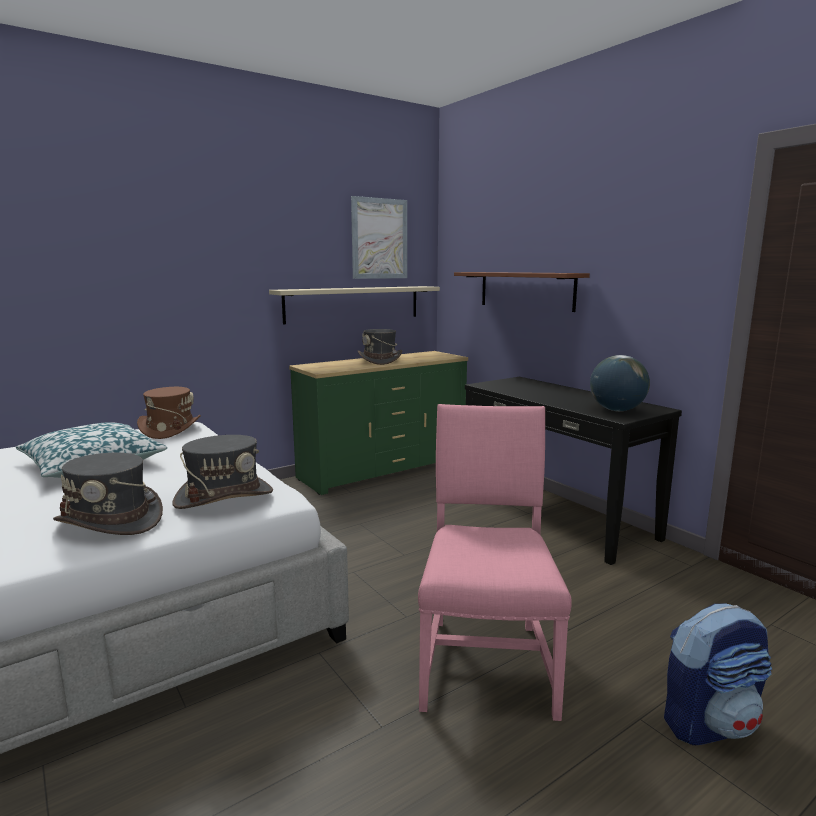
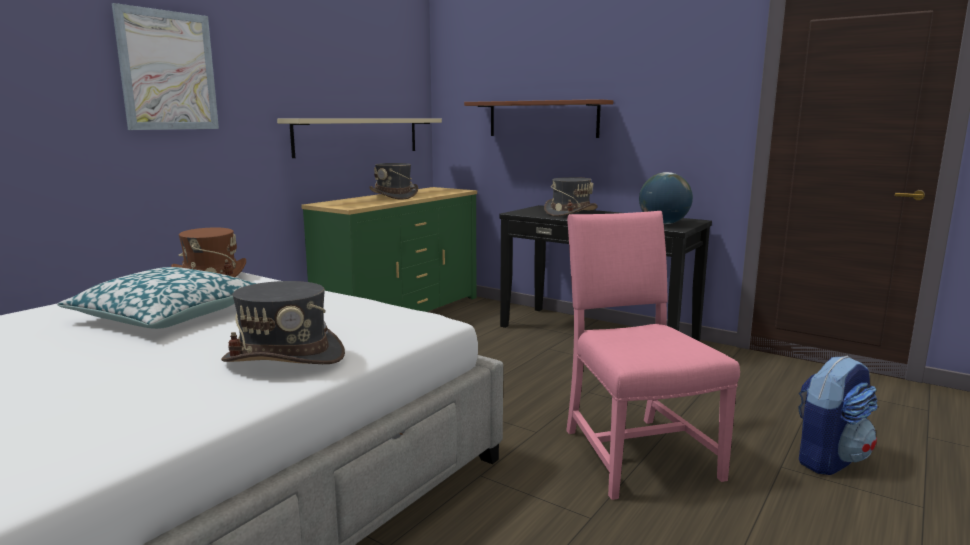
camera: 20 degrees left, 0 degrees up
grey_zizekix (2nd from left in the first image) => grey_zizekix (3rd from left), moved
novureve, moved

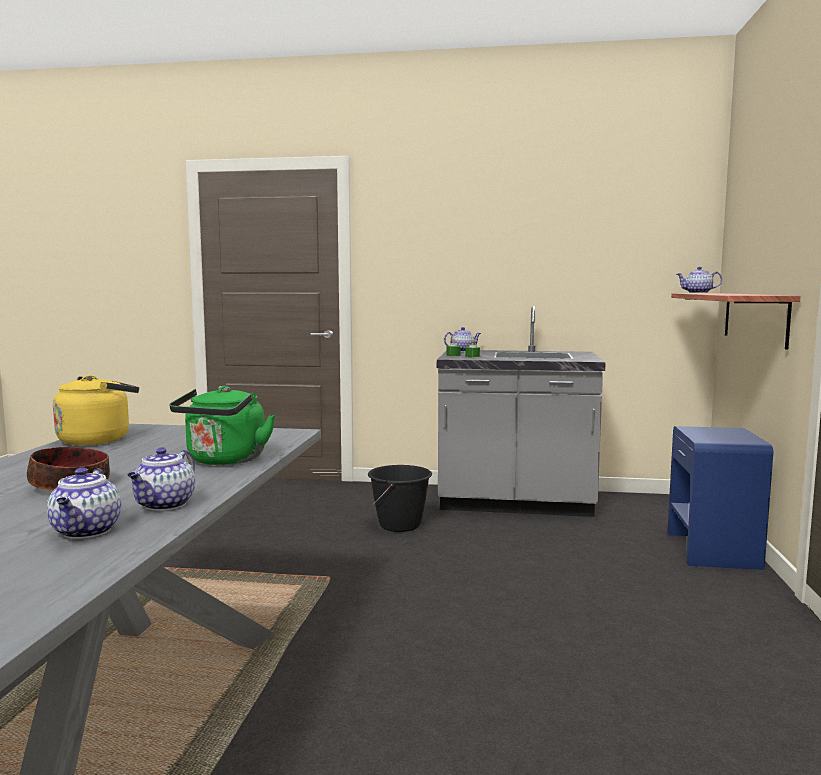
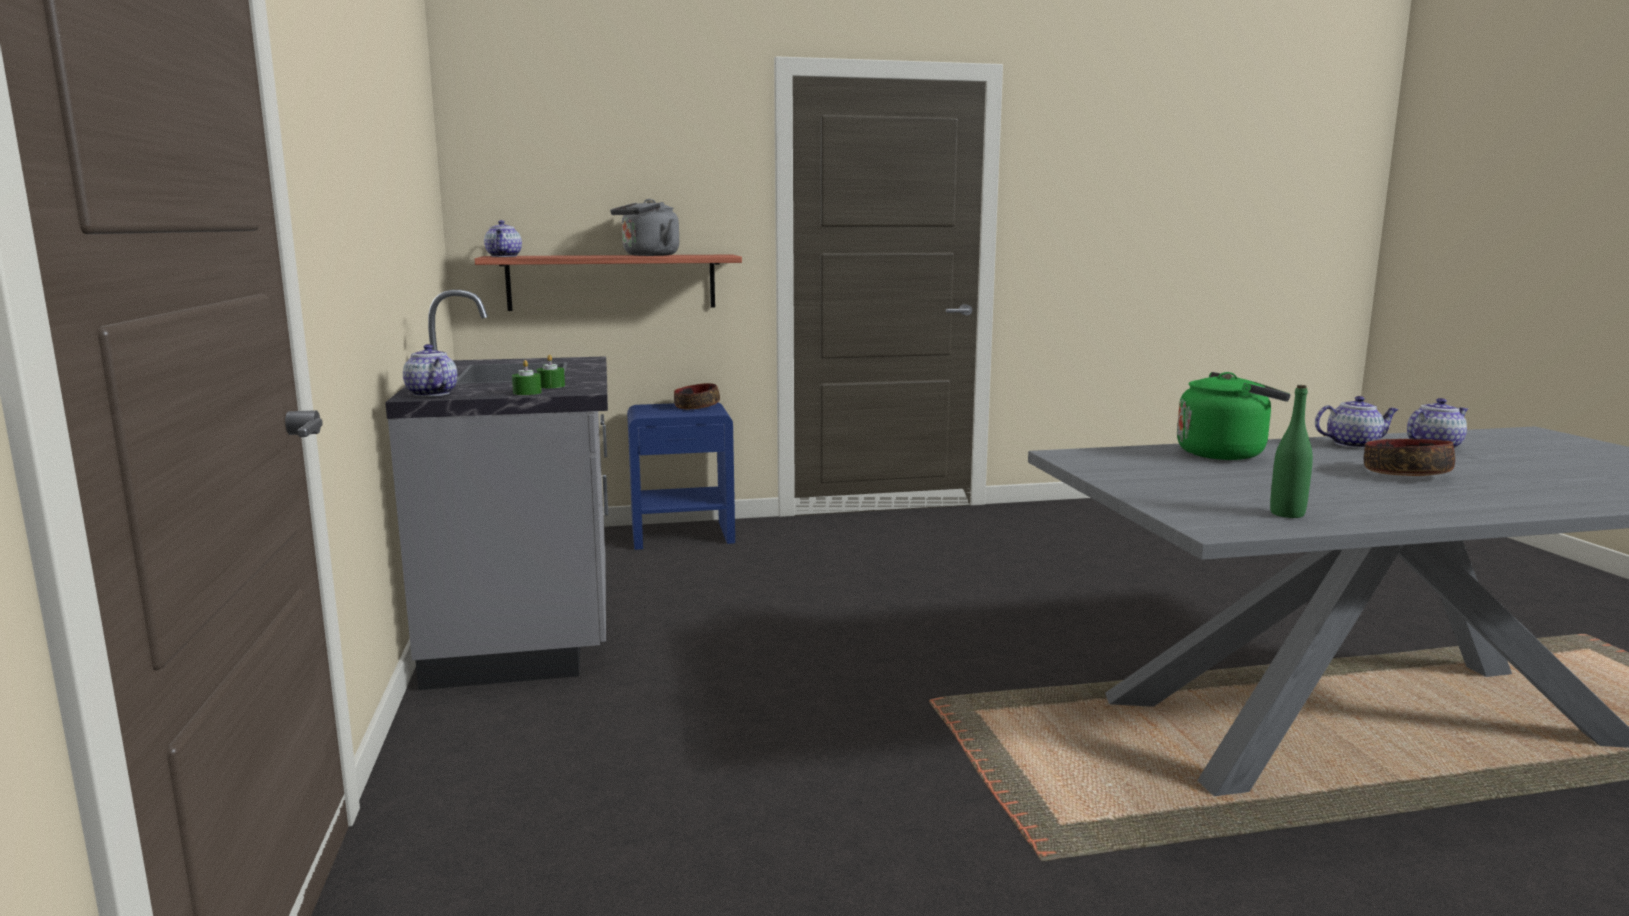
camera: 110 degrees left, 5 degrees up
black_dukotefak => nothing
nothing => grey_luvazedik
nothing => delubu (1st from left)
yellow_luvazedik => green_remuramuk

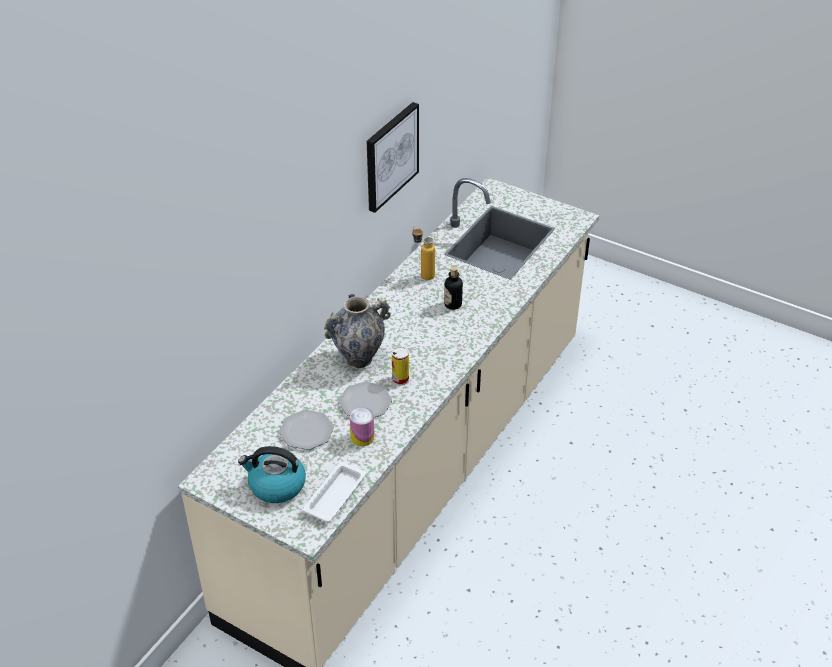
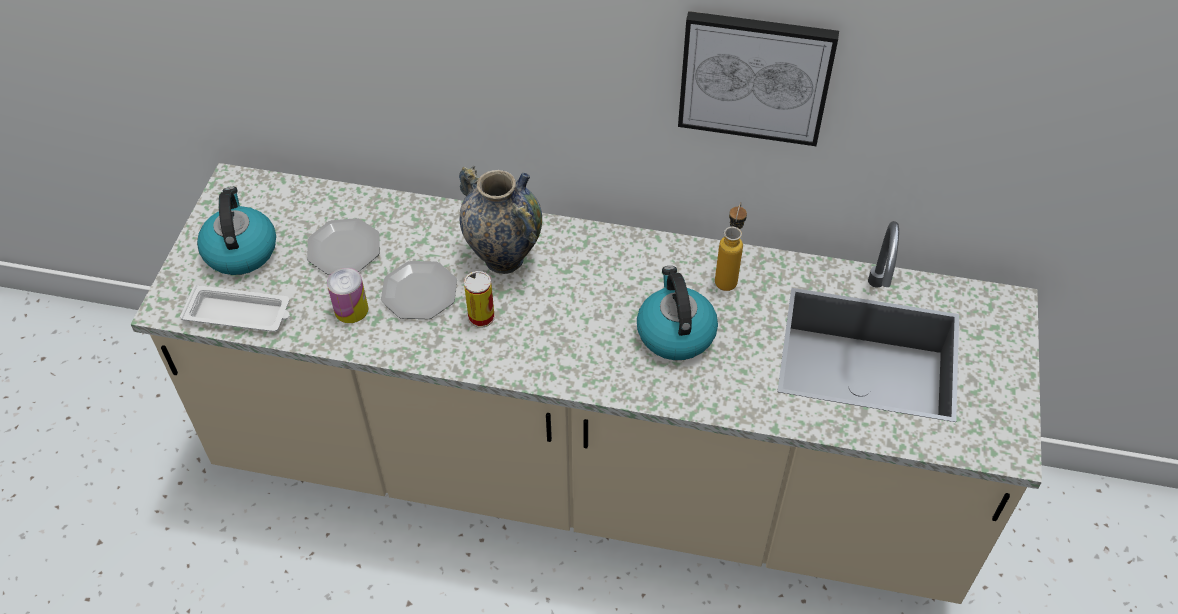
camera: 70 degrees right, 10 degrees up
remuramuk (2nd from left) => luvazedik (2nd from left)

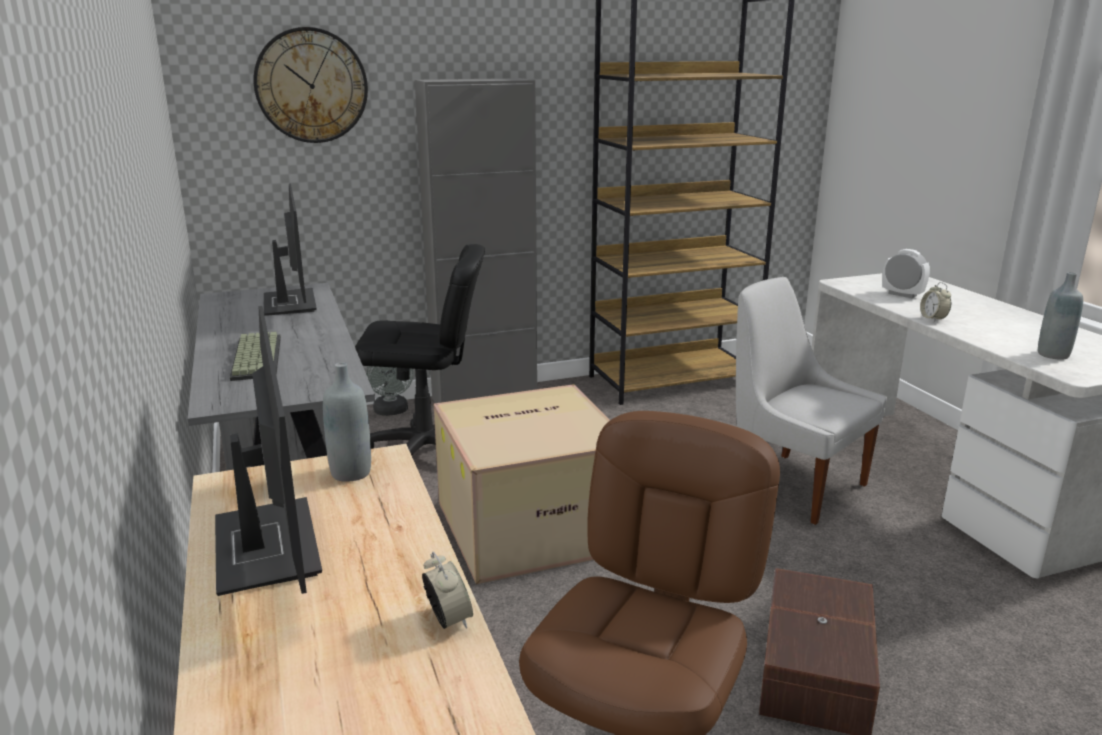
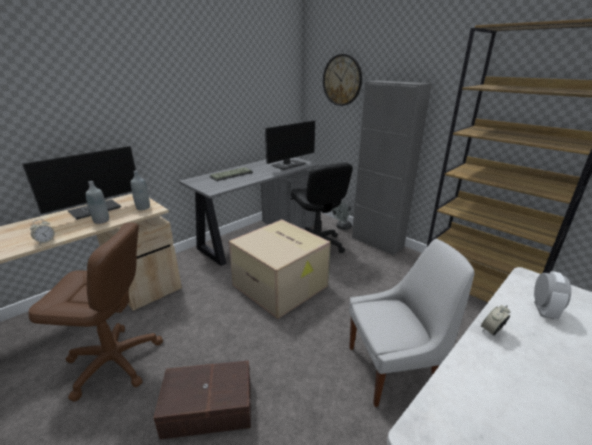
camera: 65 degrees right, 5 degrees up
grey_remuramuk (2nd from left in the first image) => grey_remuramuk (1st from left), moved
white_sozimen, 60 degrees clockwise

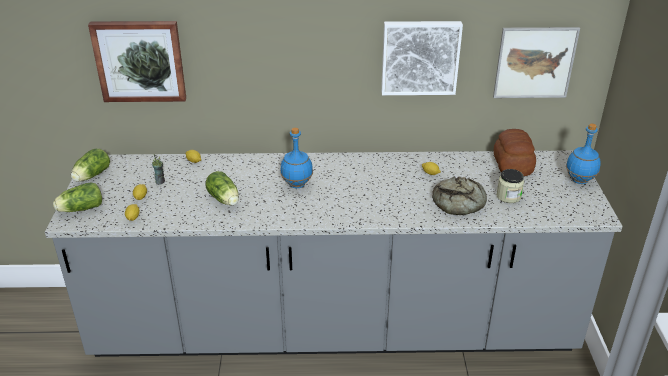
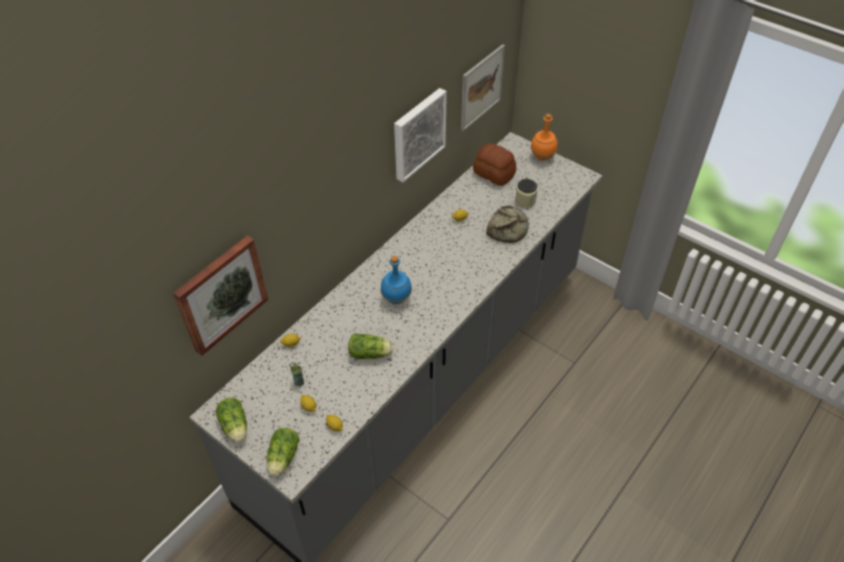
camera: 50 degrees left, 15 degrees up
blue_remuramuk (2nd from left) => orange_remuramuk

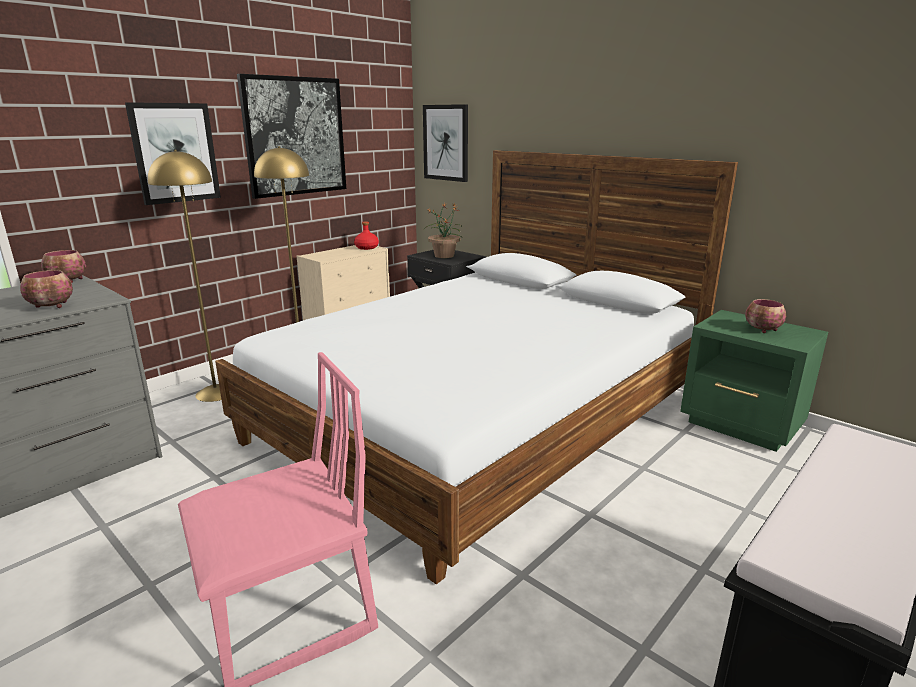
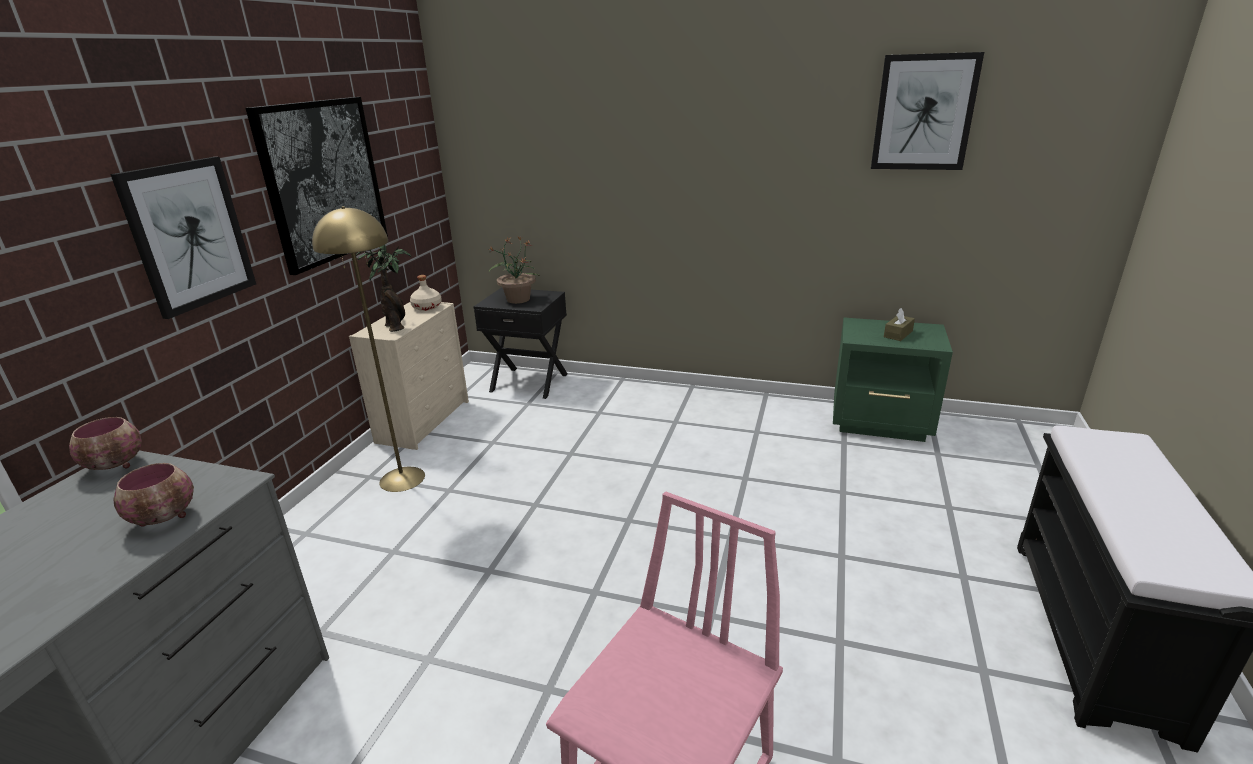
camera: 25 degrees left, 5 degrees up
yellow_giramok (1st from left) => nothing
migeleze => nothing
nothing => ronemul (1st from left)
novureve (3rd from left), moved
delubu (3rd from left) => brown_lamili
red_remuramuk => beige_remuramuk

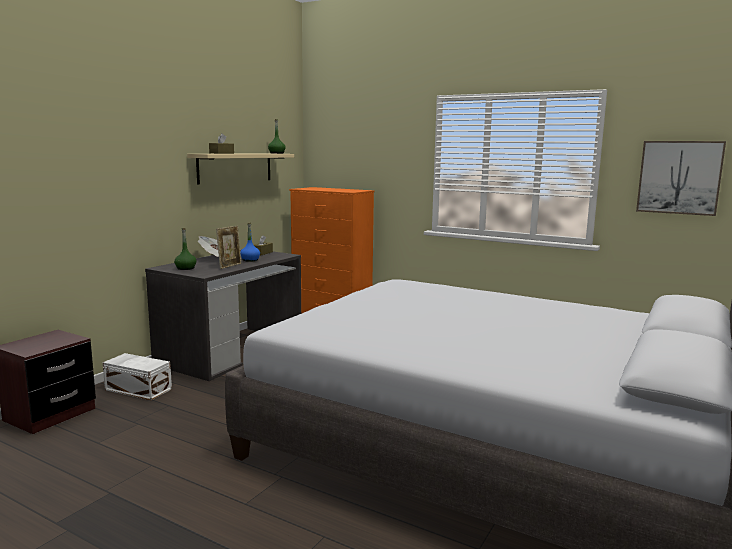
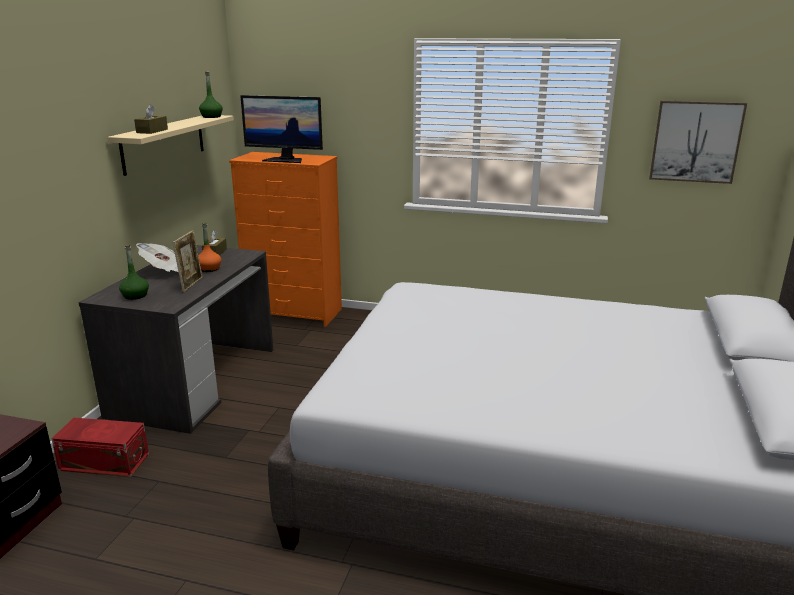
camera: 15 degrees left, 10 degrees up
nothing => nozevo
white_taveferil => red_taveferil
blue_remuramuk => orange_remuramuk

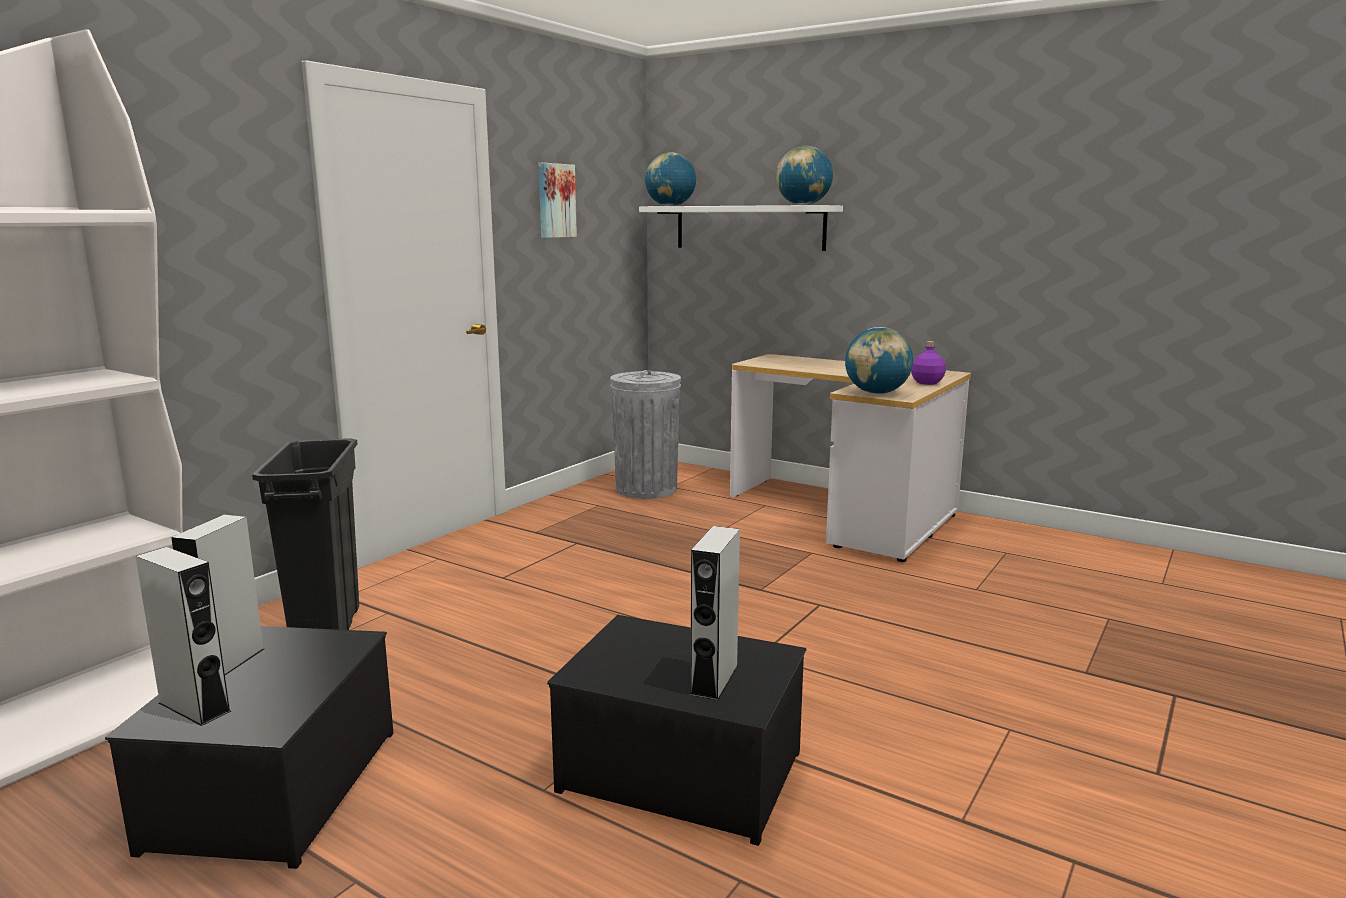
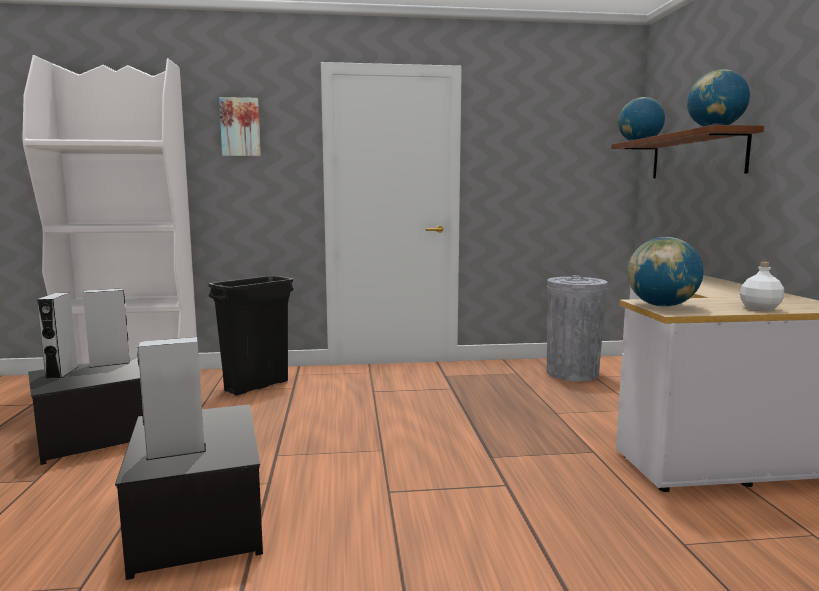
camera: 50 degrees right, 5 degrees down
novureve, moved
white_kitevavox => brown_kitevavox
purple_remuramuk => white_remuramuk

